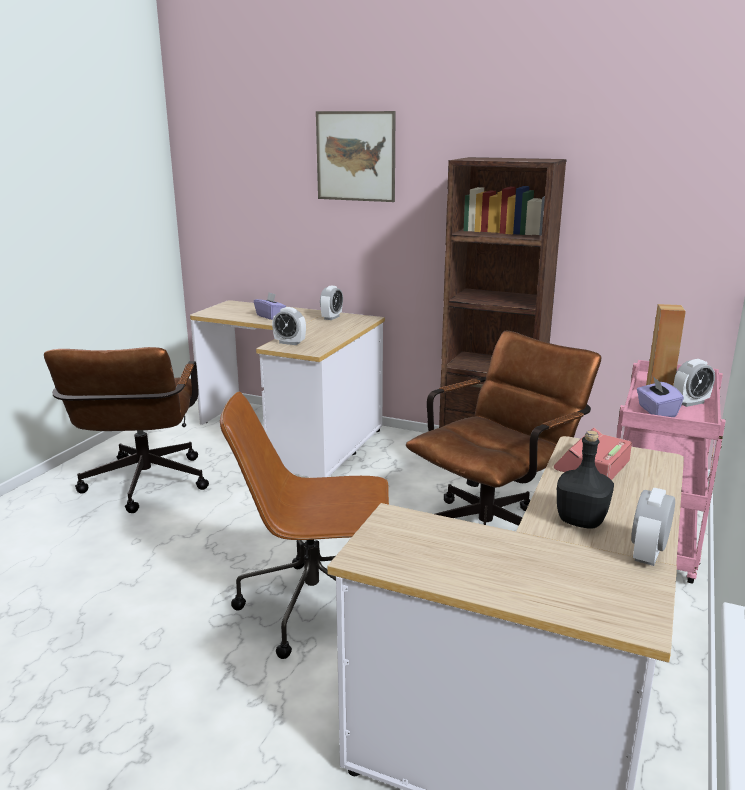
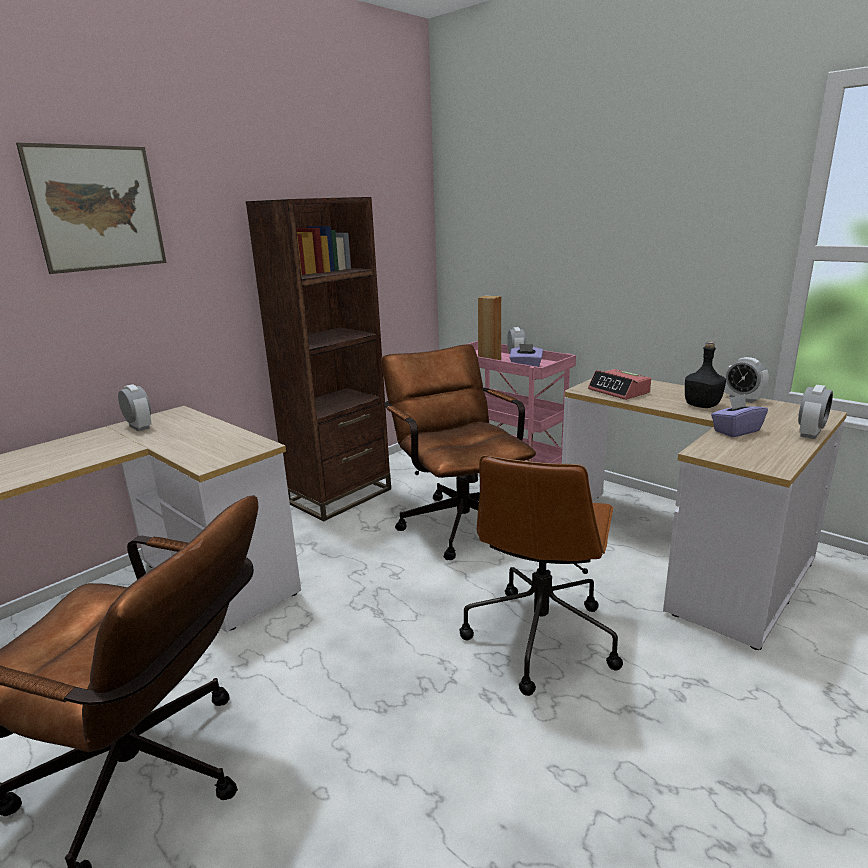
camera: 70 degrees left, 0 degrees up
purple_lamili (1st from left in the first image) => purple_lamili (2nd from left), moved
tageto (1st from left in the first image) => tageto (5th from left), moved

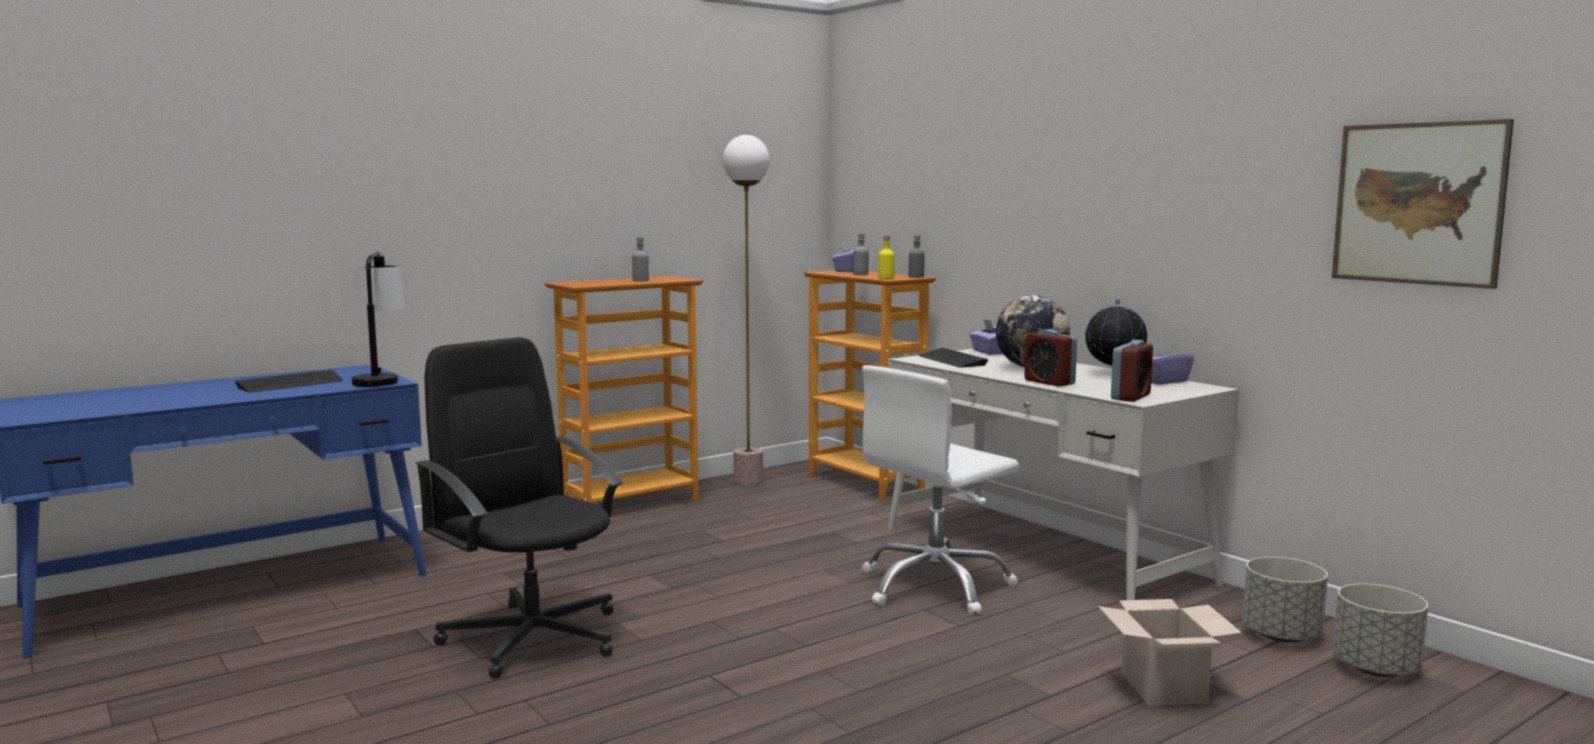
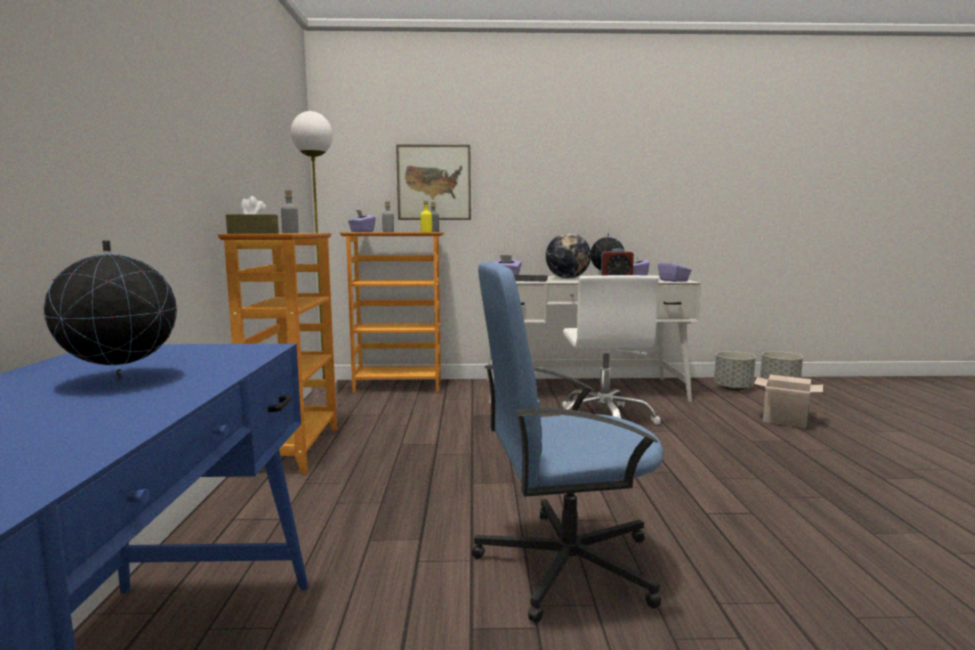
camera: 55 degrees left, 0 degrees up
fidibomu => nothing
nothing => brown_lamili
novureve, moved
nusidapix (1st from left) => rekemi (1st from left)
tageto (2nd from left) => purple_lamili (4th from left)
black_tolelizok => blue_tolelizok

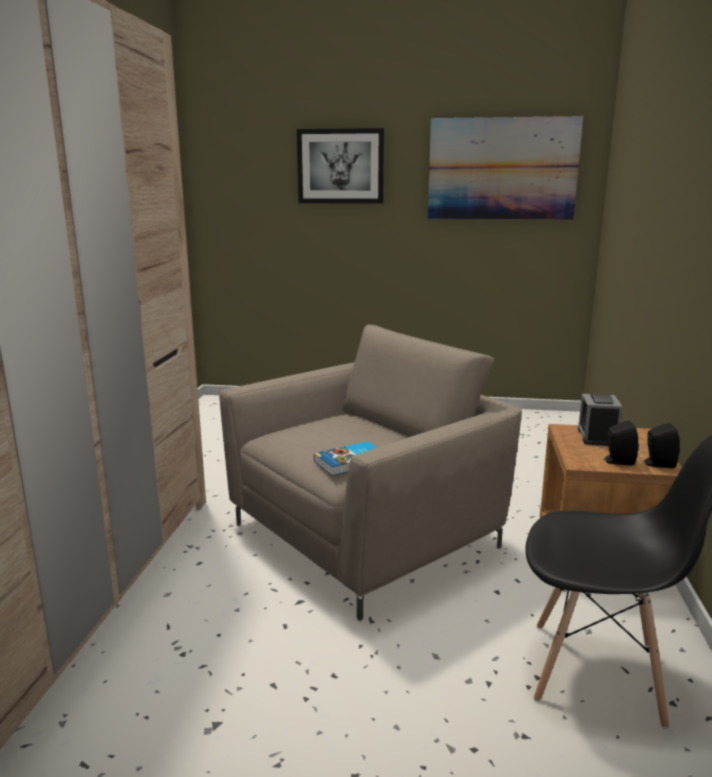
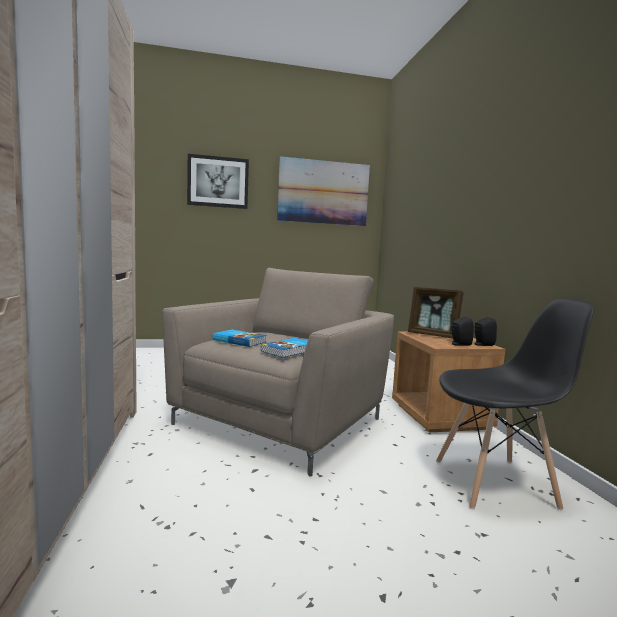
camera: 20 degrees left, 10 degrees down
nothing => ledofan (1st from left)
tageto => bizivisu

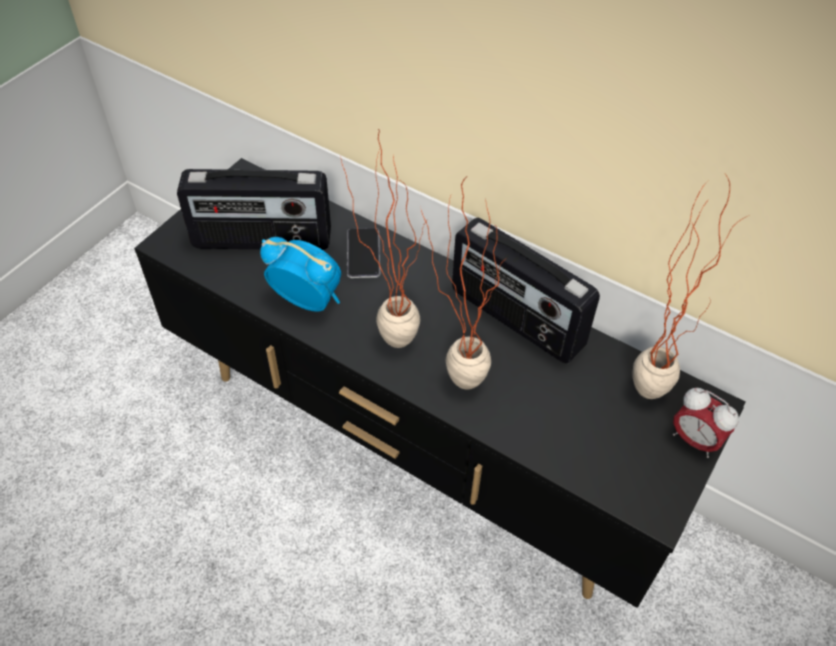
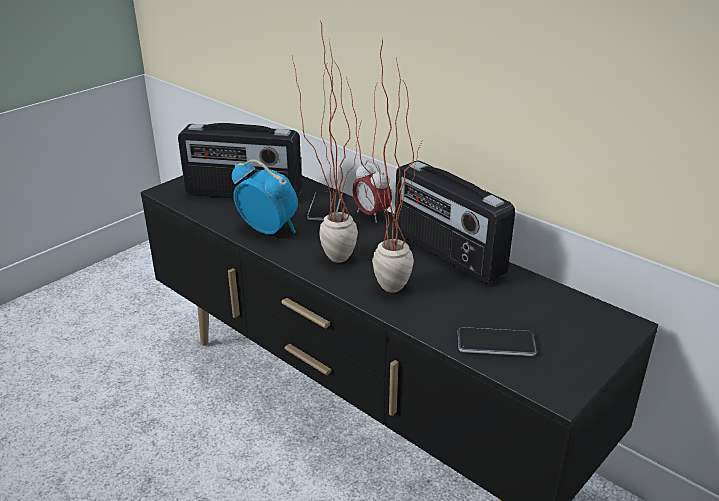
camera: 10 degrees right, 20 degrees down
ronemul (3rd from left) => nothing
nothing => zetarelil (2nd from left)
tageto (2nd from left), moved

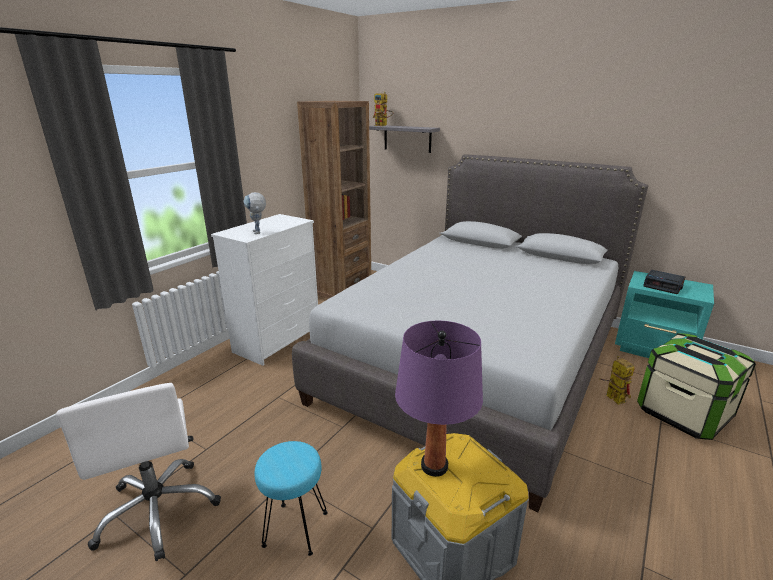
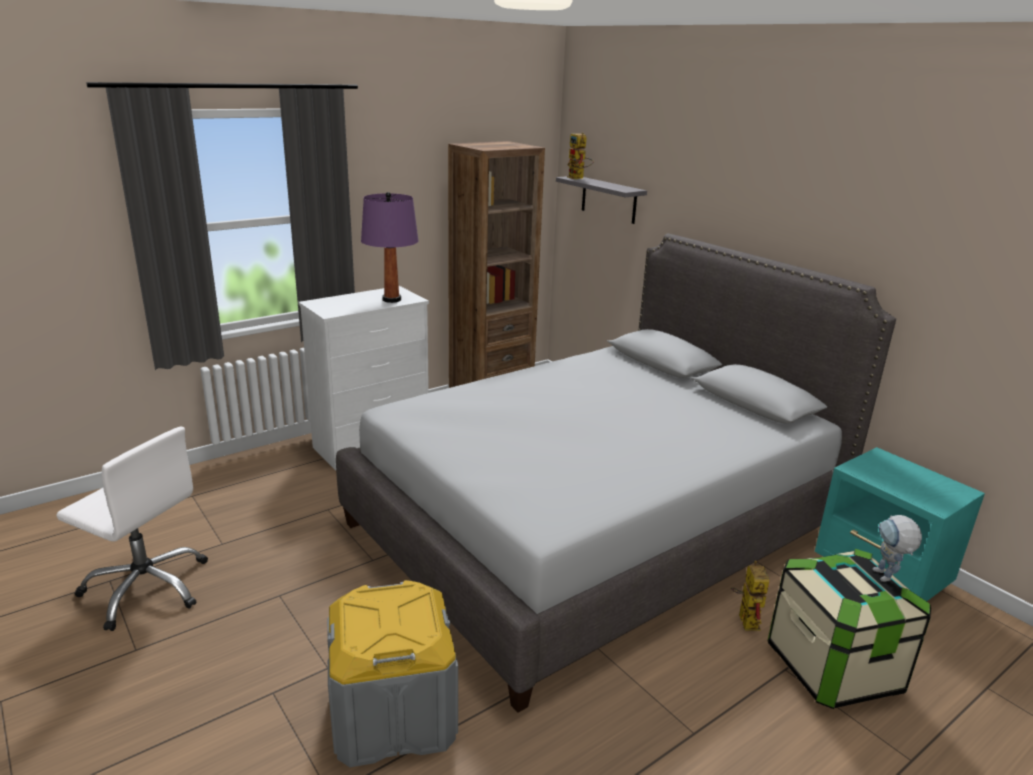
camera: 20 degrees right, 0 degrees up
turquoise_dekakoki => nothing
tageto => nothing
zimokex (1st from left in the first image) => zimokex (3rd from left), moved
purple_fidibomu, moved
white_tolelizok, 60 degrees counterclockwise

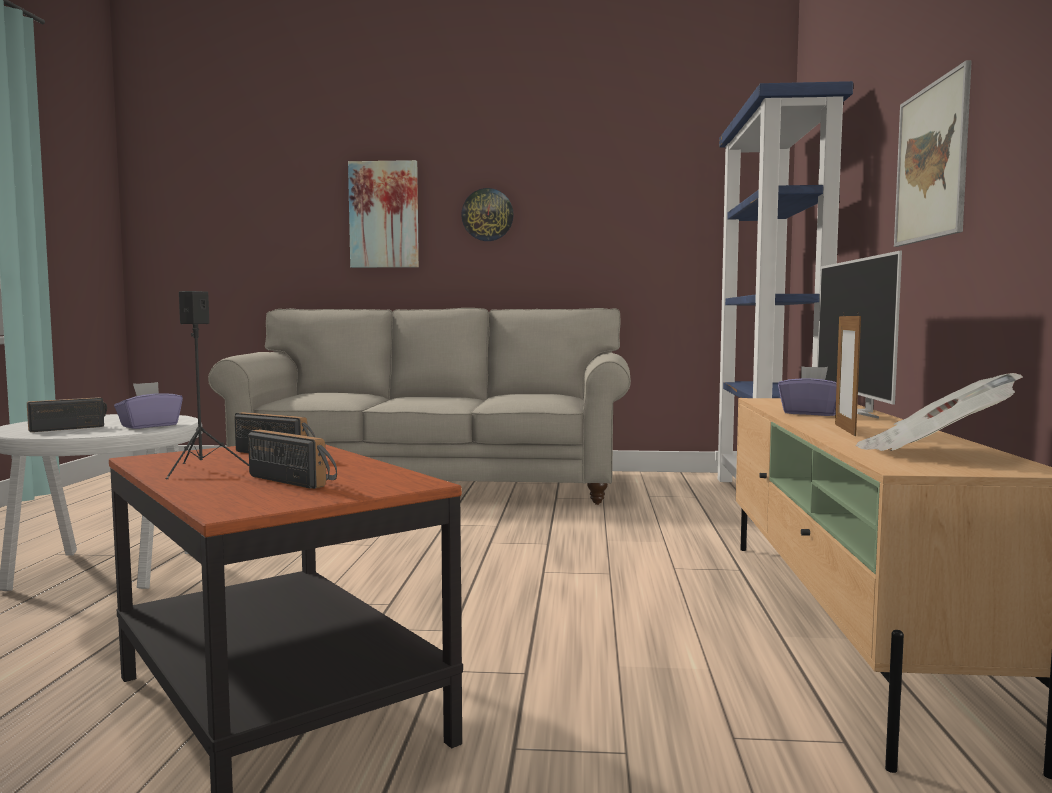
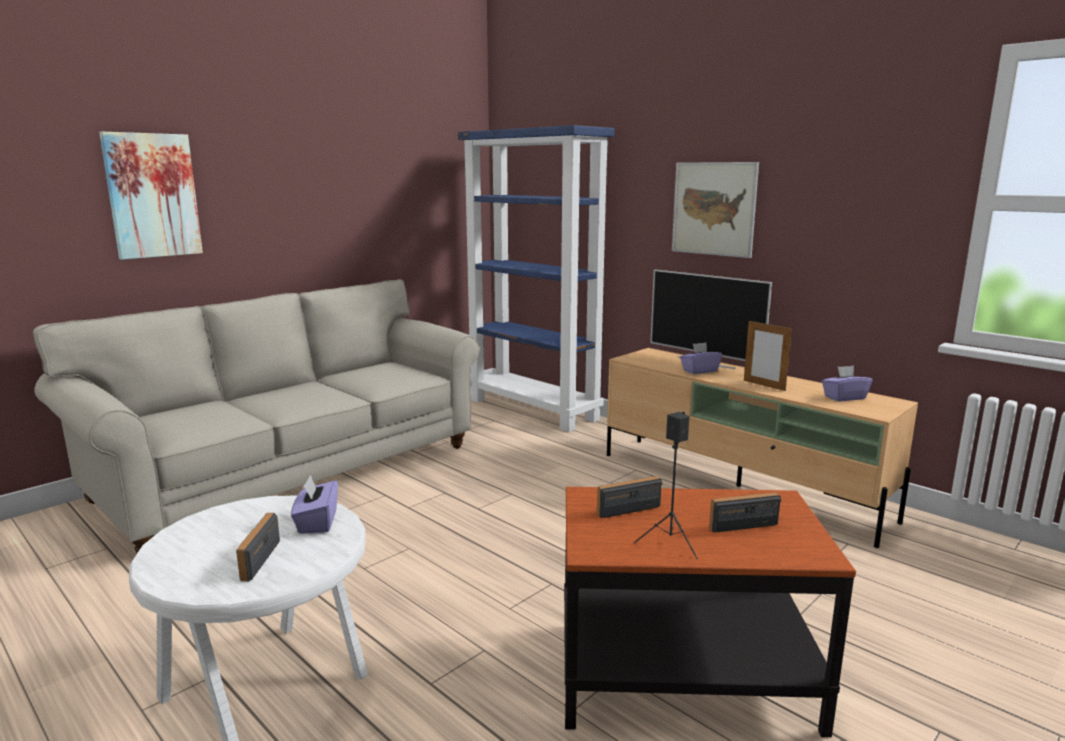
camera: 50 degrees left, 10 degrees up
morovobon => nothing
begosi => purple_lamili (3rd from left)

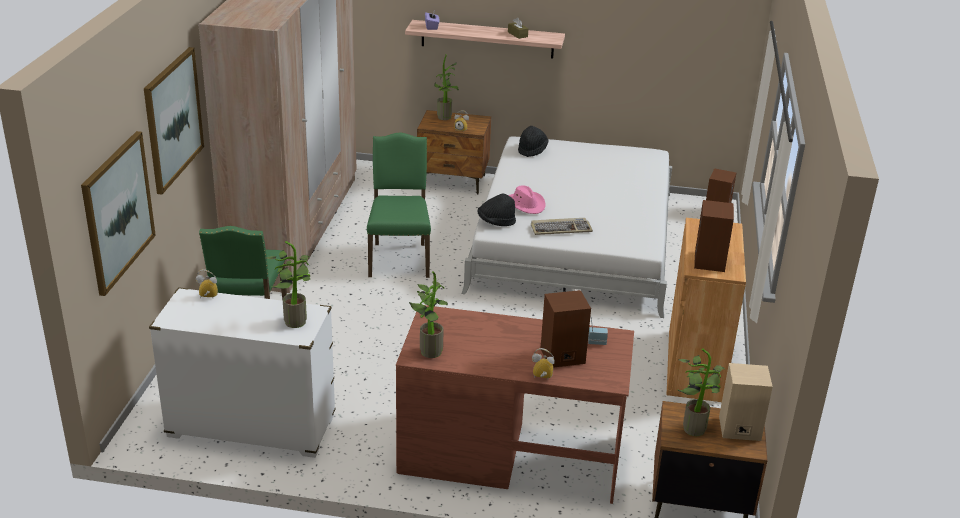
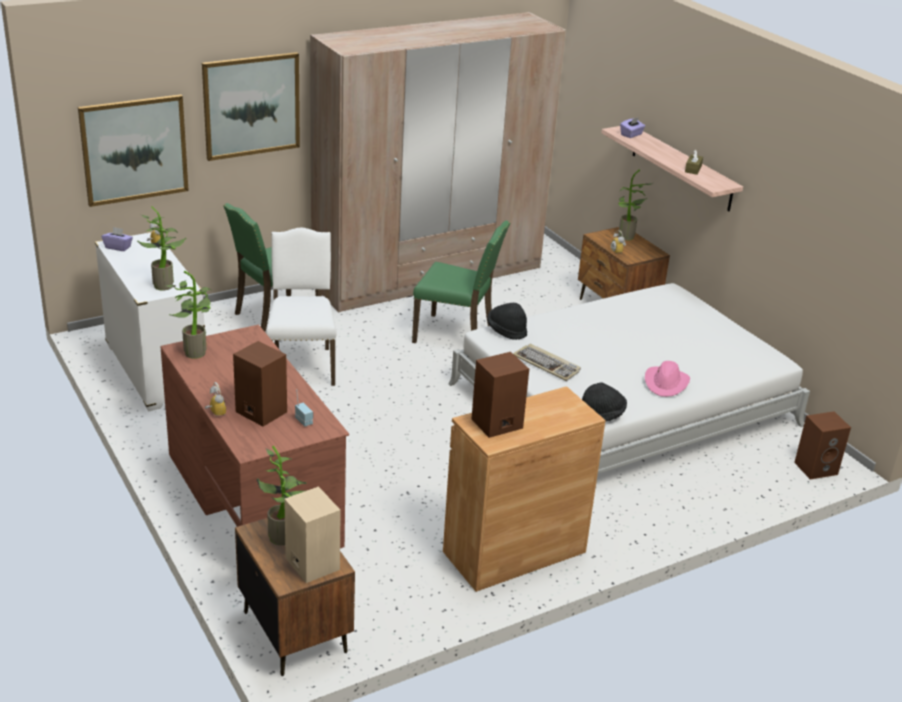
camera: 50 degrees right, 0 degrees up
nothing => purple_lamili (1st from left)
nothing => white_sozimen
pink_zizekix, moved
black_zizekix (2nd from left), moved
green_sozimen (2nd from left), 60 degrees clockwise

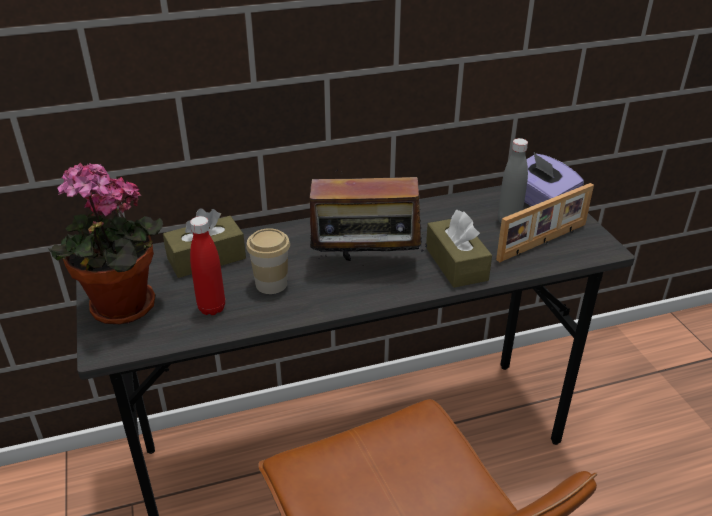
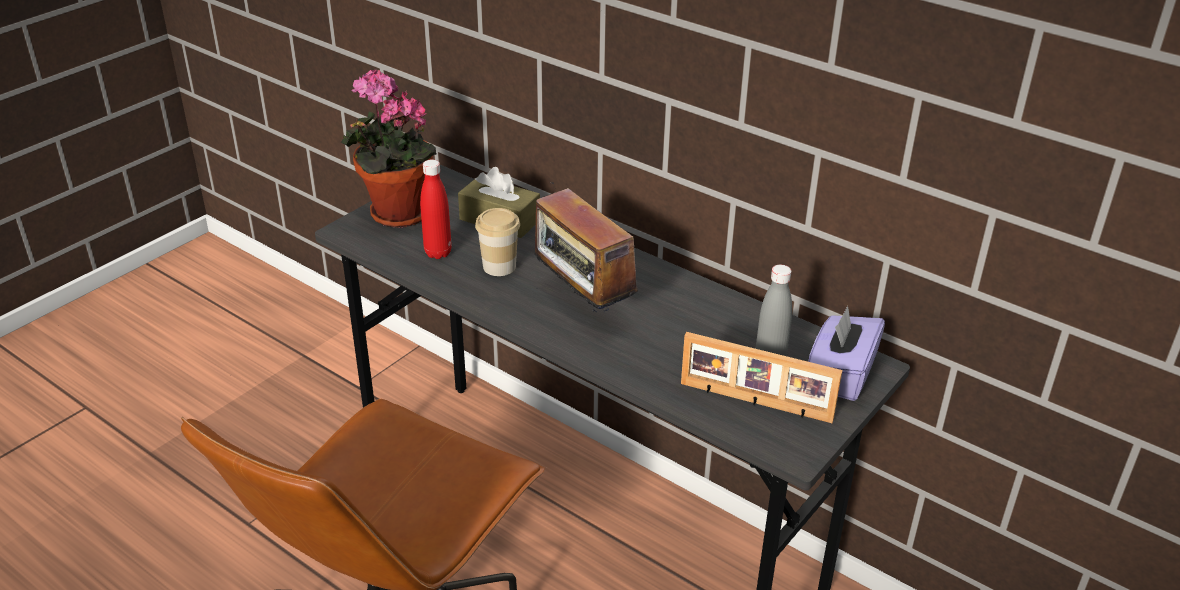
camera: 55 degrees right, 0 degrees up
brown_lamili (2nd from left) => nothing

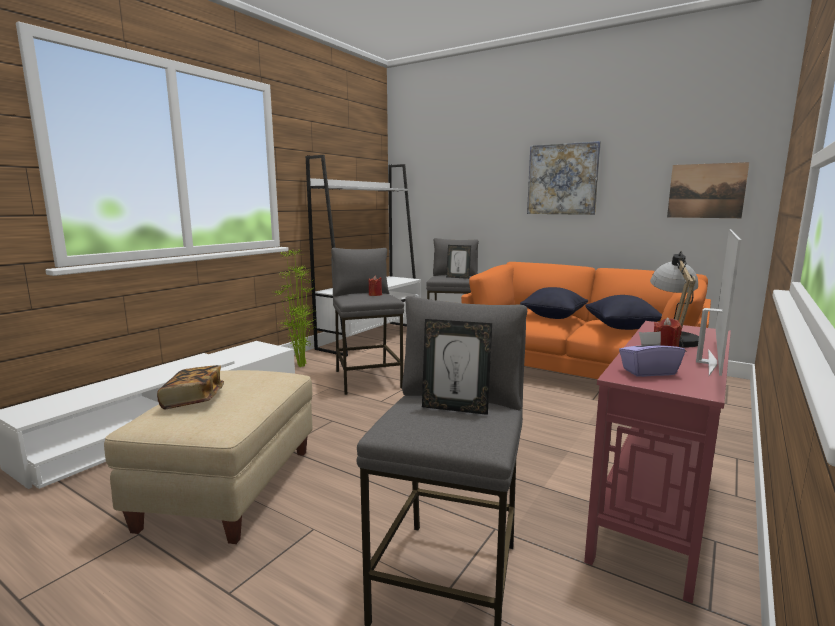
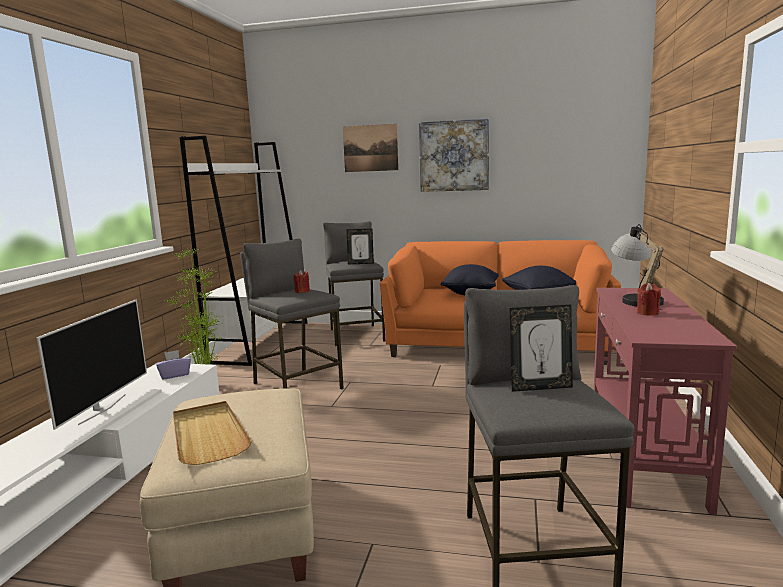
camera: 20 degrees left, 0 degrees up
purple_lamili, moved
novureve (2nd from left in the first image) => novureve (1st from left), moved
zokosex, moved
ledofan => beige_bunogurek

